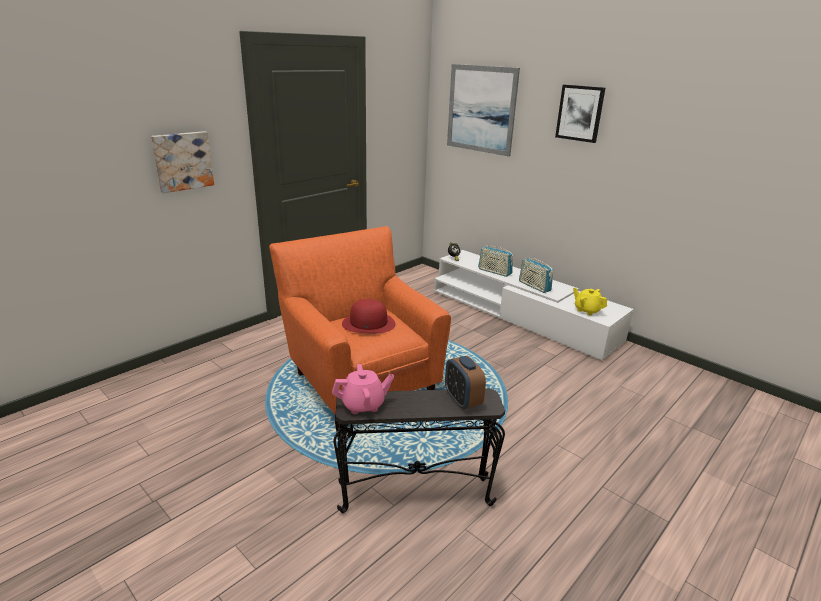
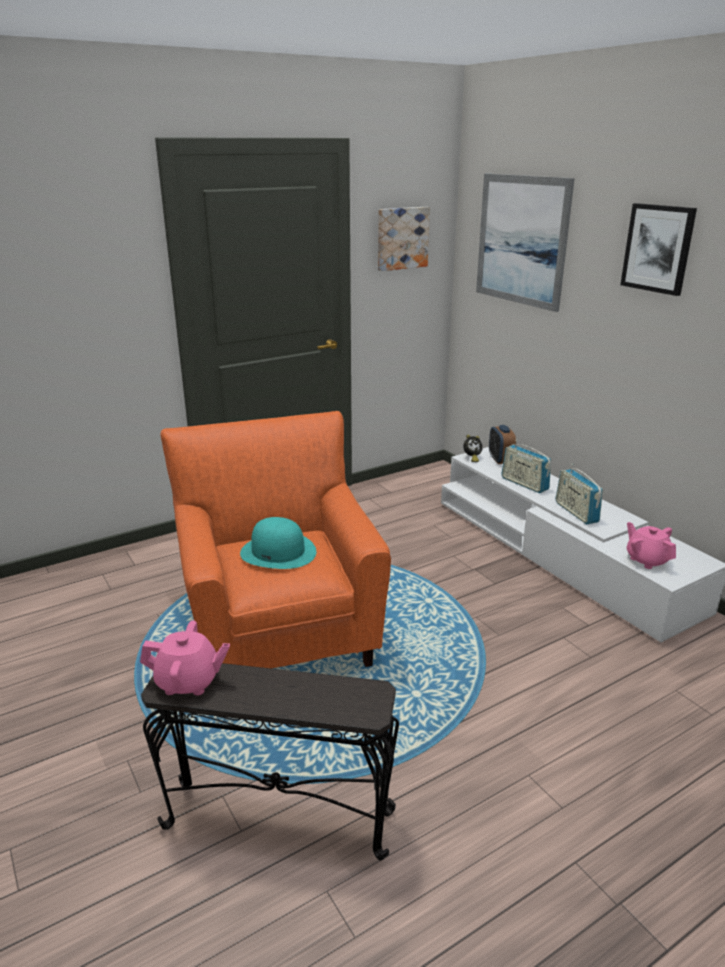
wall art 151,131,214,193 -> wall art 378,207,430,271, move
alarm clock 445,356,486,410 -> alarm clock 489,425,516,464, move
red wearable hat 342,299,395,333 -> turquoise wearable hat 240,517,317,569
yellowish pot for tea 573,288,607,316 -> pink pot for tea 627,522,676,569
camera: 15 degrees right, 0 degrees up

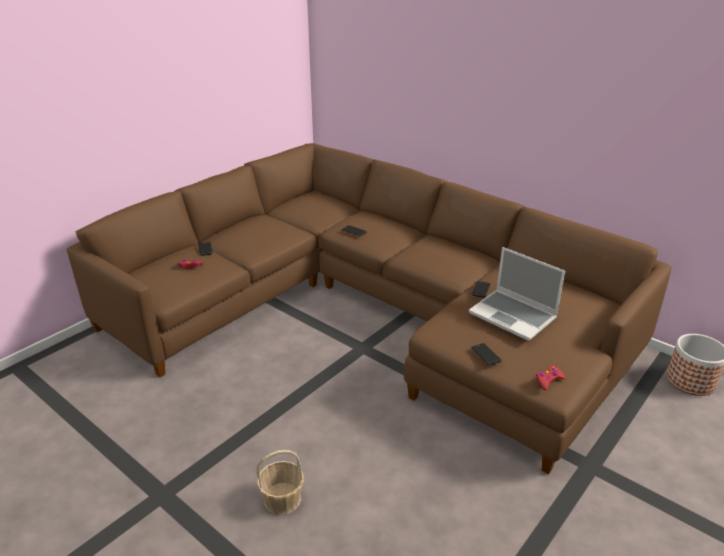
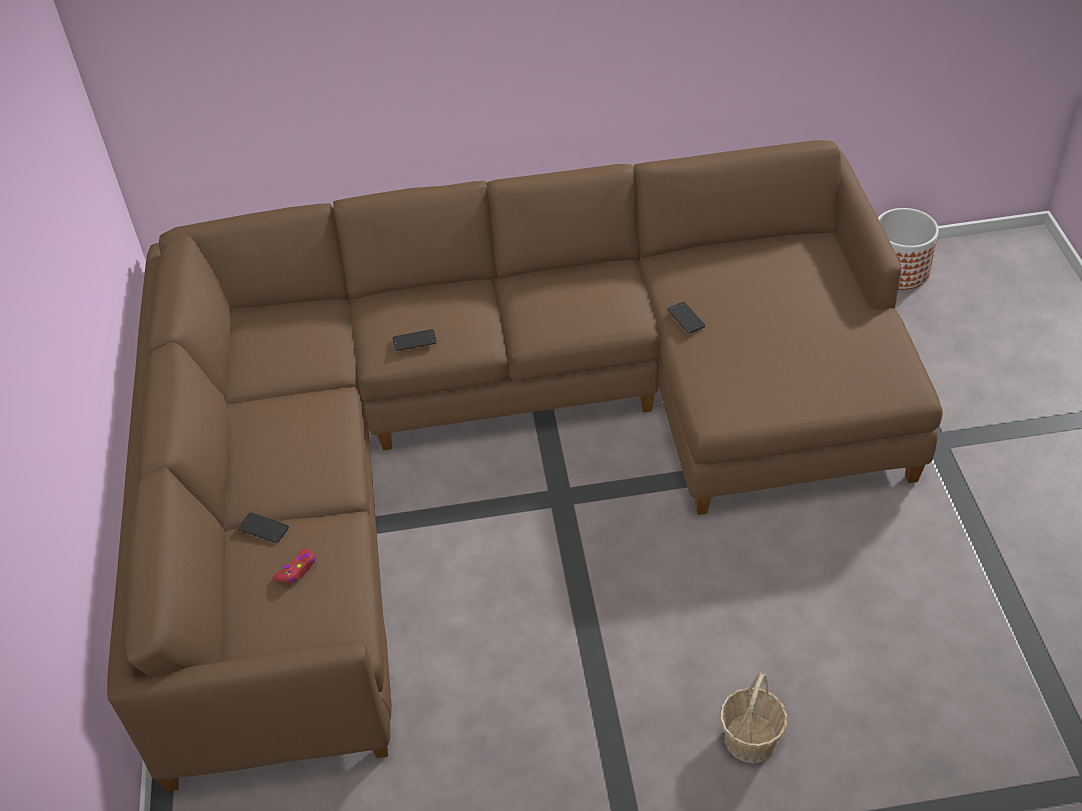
portable computer 469,247,565,341 -> none
telephone 471,343,502,366 -> none
red game controller 536,365,566,390 -> none
camera: 45 degrees left, 15 degrees up

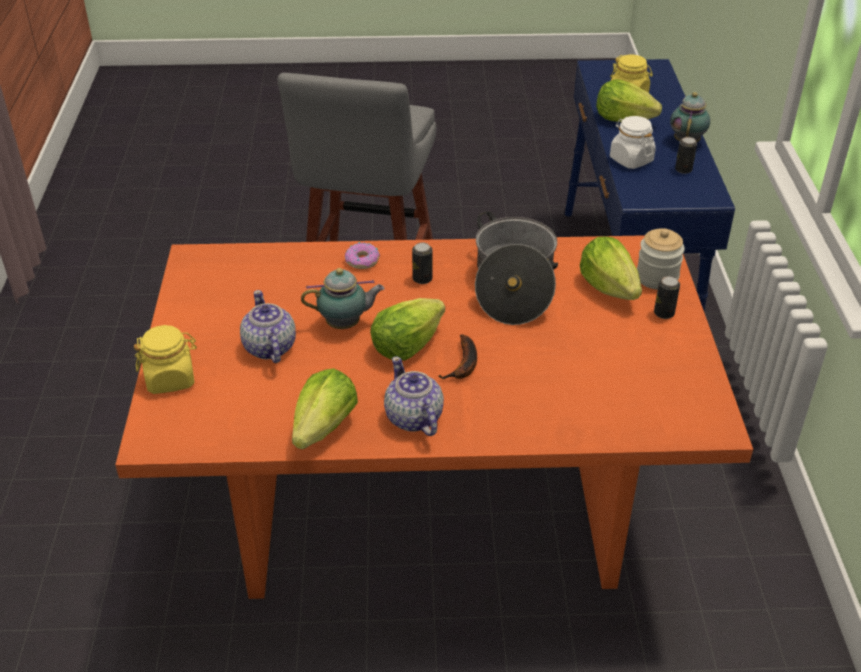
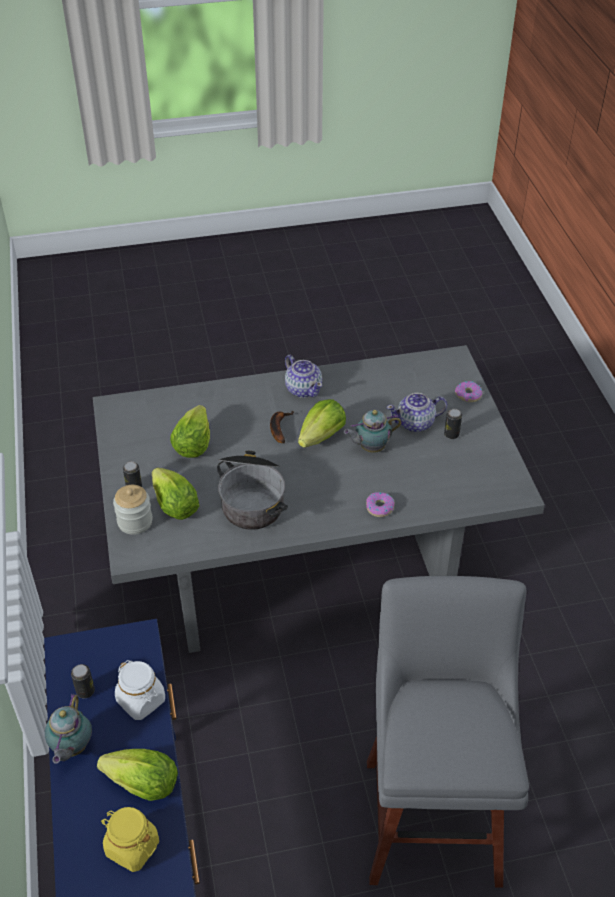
head of lettuce 292,368,358,449 -> head of lettuce 170,405,210,458, move
can 412,242,432,284 -> can 444,409,462,439, move
yellowish storage jar 134,325,197,394 -> doughnut 455,381,482,402
orange dinner table 115,235,753,599 -> greyish dinner table 93,345,545,653
pot for tea 240,290,296,363 -> pot for tea 386,393,447,432, 105 degrees clockwise
camera: 170 degrees right, 5 degrees up

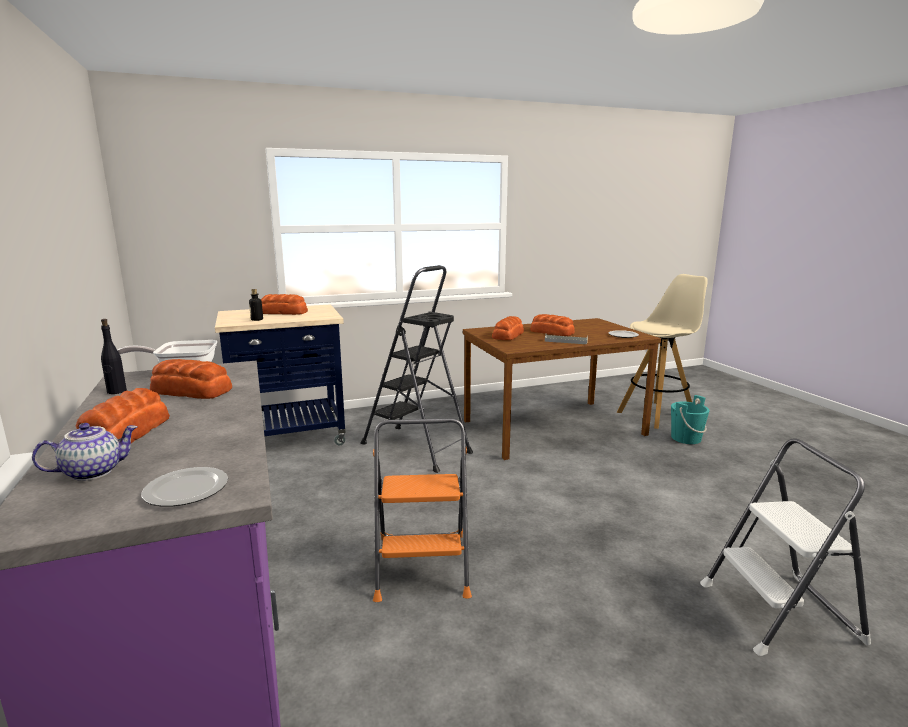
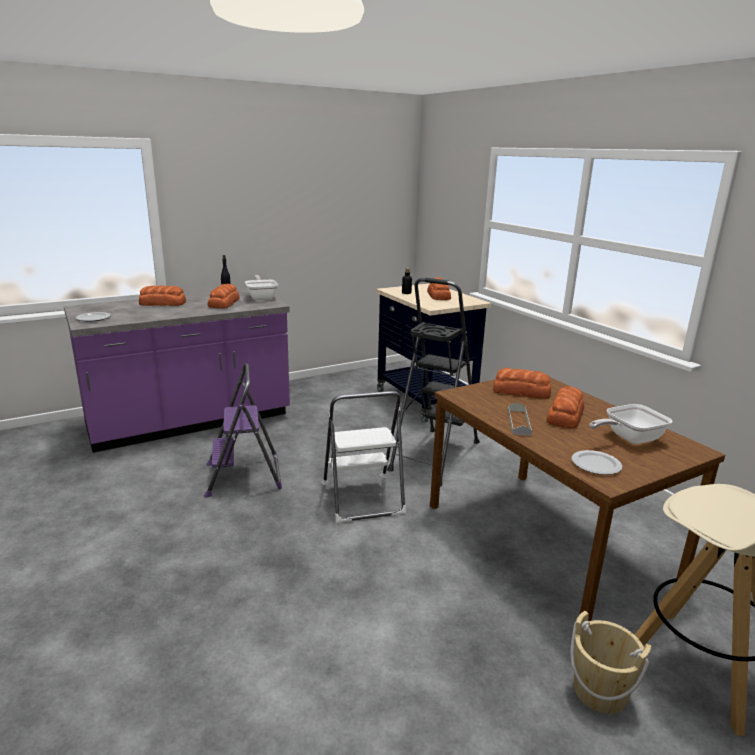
pot for tea 32,423,138,481 -> none
none -> skillet 589,404,672,444
whitish step ladder 700,438,871,656 -> whitish step ladder 321,391,406,523, move
orange step ladder 373,418,472,602 -> purple step ladder 204,363,282,498
turquoise bucket 671,395,710,444 -> sand-coloured bucket 570,611,651,714
camera: 80 degrees right, 5 degrees up

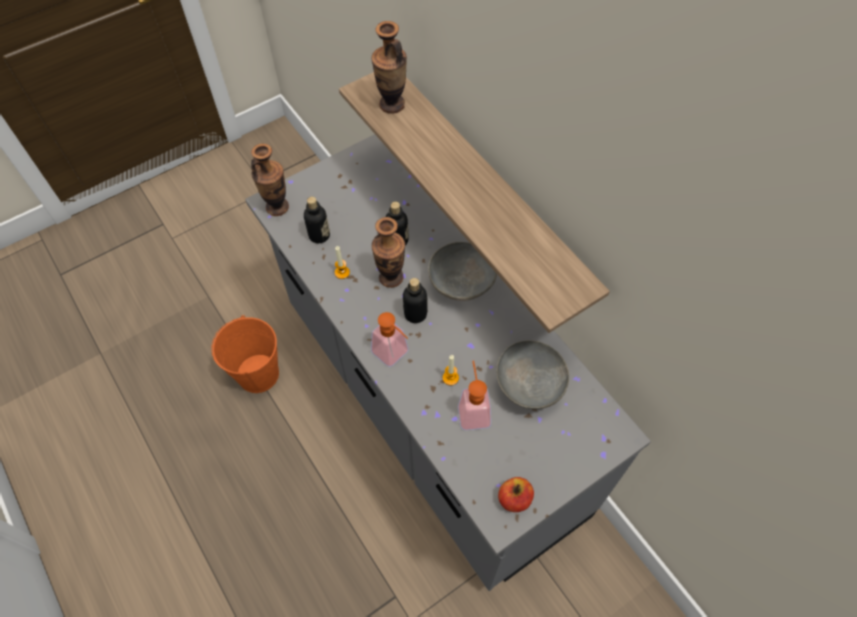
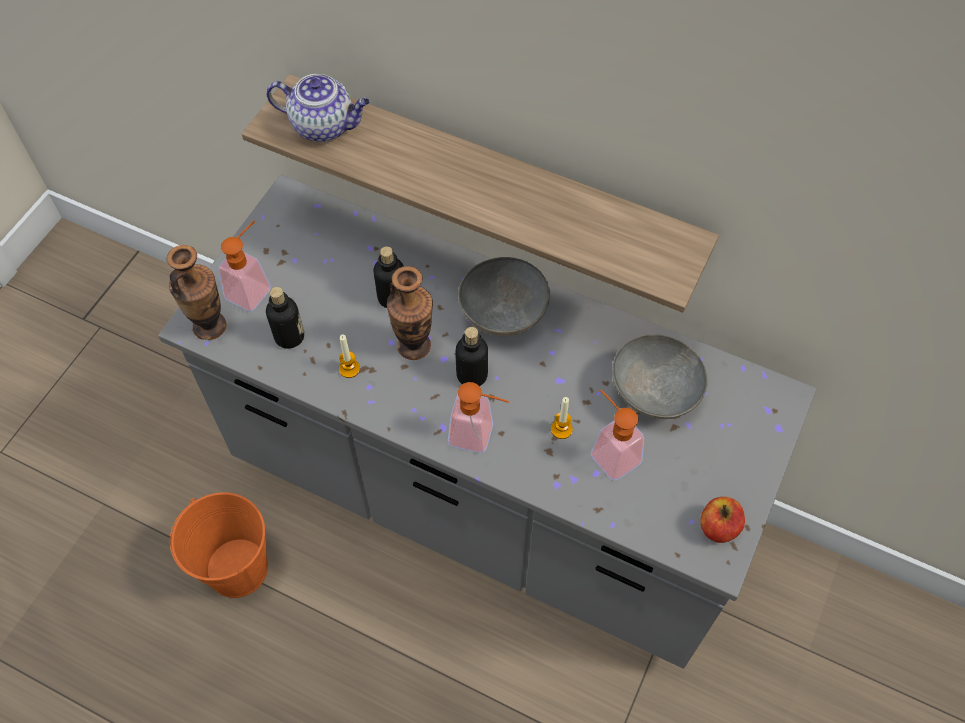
none -> liquid soap bottle 218,221,271,312
flower vase 371,21,407,114 -> pot for tea 266,74,370,142
camera: 30 degrees left, 0 degrees up

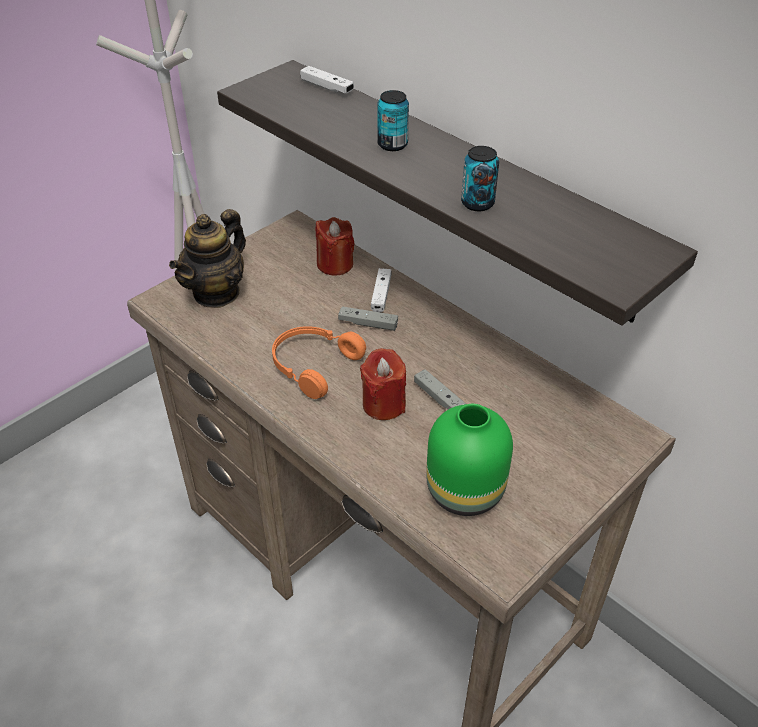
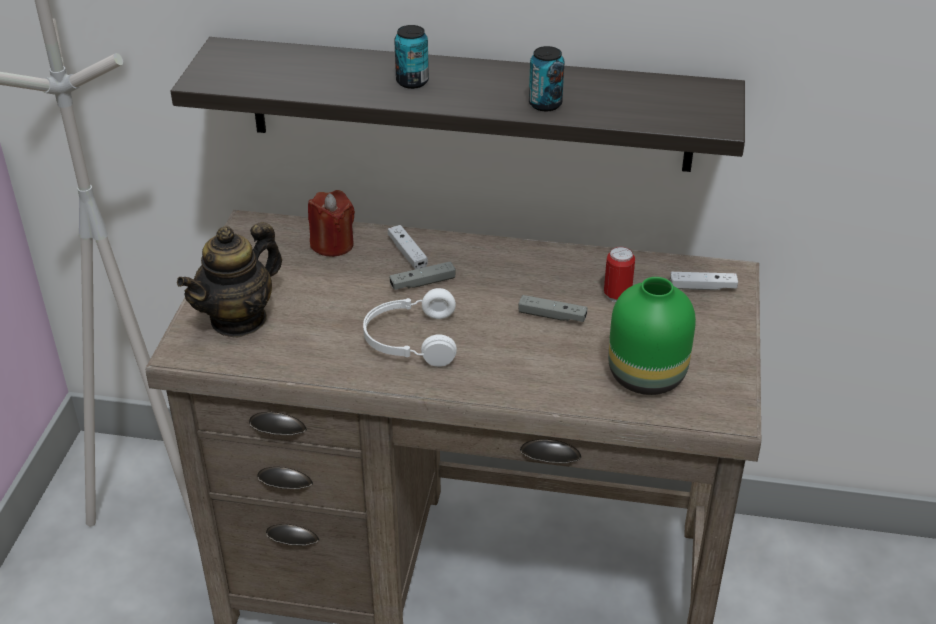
red wax light 360,348,406,420 -> none
none -> can 604,247,635,302
whitish game controller 300,66,354,94 -> whitish game controller 670,272,738,290, move
orange headset 272,326,366,399 -> whitish headset 363,288,457,367
pot for tea 169,209,246,308 -> pot for tea 177,222,282,338, 45 degrees clockwise
camera: 35 degrees left, 5 degrees down

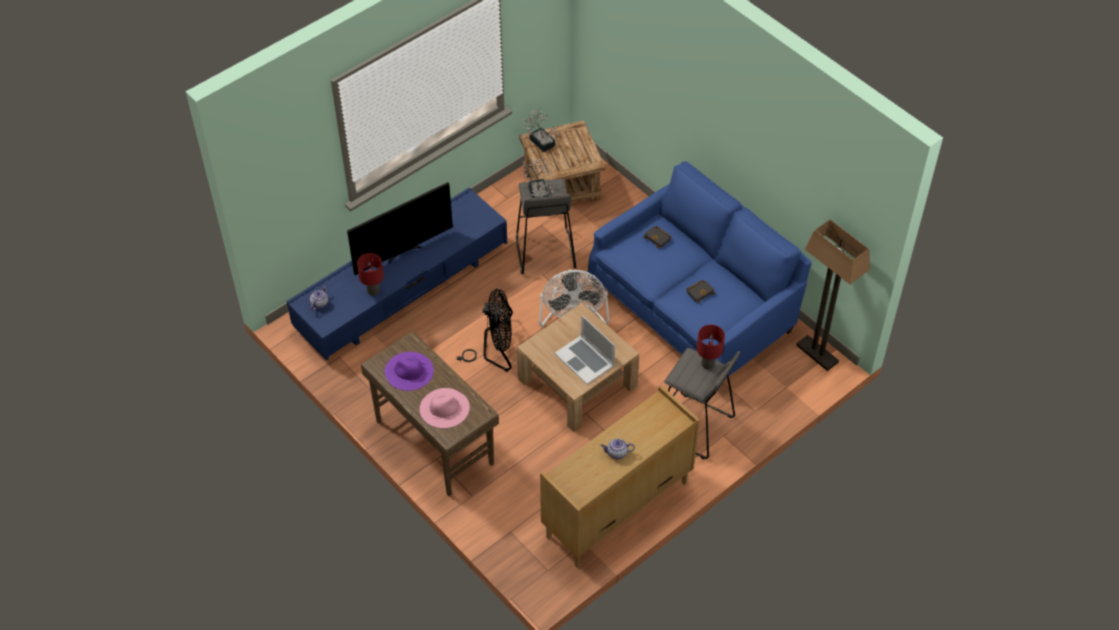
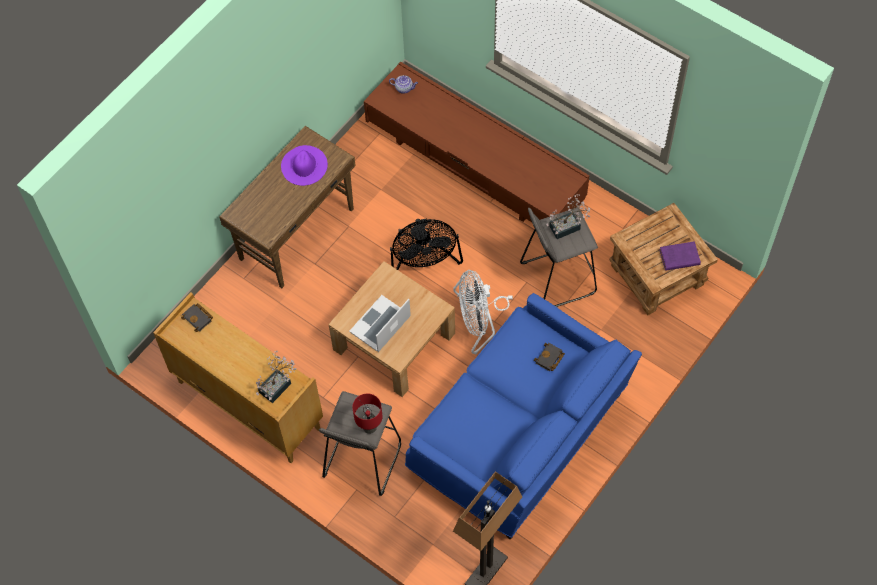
TV 347,182,453,275 -> none
red table lamp 357,253,384,296 -> none
pink wearable hat 420,388,470,428 -> none
pot for tea 601,439,635,460 -> none
none -> purple volume 659,241,701,271
potted plant 522,108,559,152 -> potted plant 256,351,296,403, move
blackish volume 686,280,715,303 -> blackish volume 181,303,213,332, move
blue tv stand 287,187,507,361 -> brown-coloured tv stand 364,61,590,222
camera: 80 degrees right, 10 degrees up

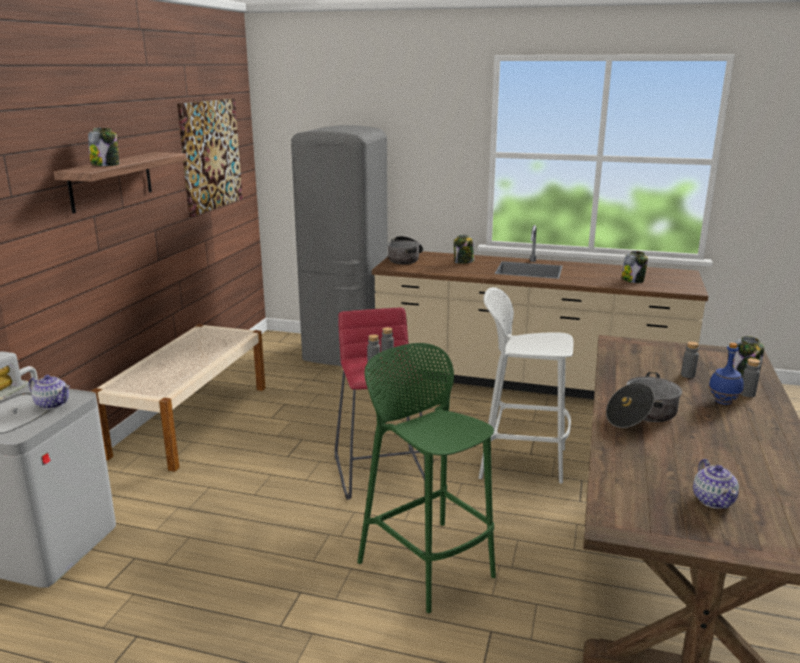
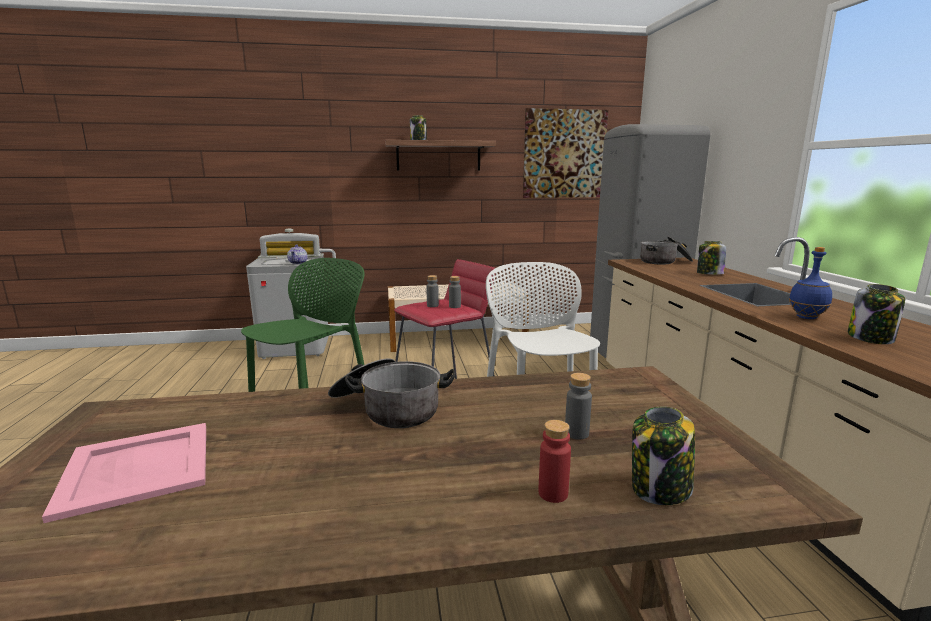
blue beverage bottle 709,343,744,405 -> blue beverage bottle 789,247,832,319, move
pot for tea 693,459,739,509 -> pink tray 42,423,206,523
greyish beverage bottle 741,358,760,397 -> red beverage bottle 538,420,571,503
camera: 65 degrees right, 5 degrees down

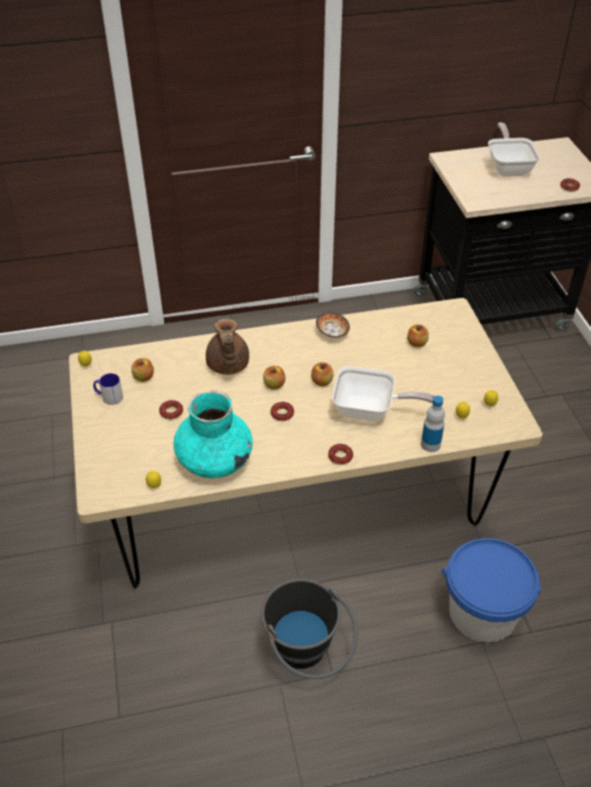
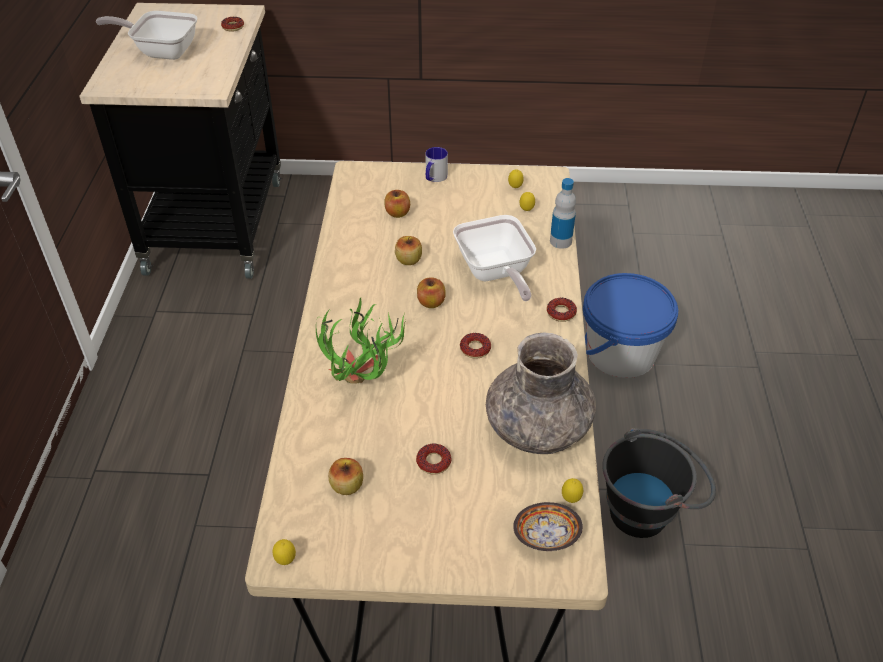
tea mug 93,373,123,405 -> tea mug 425,147,448,182, move
apple fruit 263,366,285,390 -> apple fruit 395,236,422,265, move
serving bowl 316,312,350,338 -> serving bowl 513,502,583,551, move
brown-coloured pot for tea 206,319,249,375 -> potted plant 316,297,406,384
turquoise flower vase 174,390,253,478 -> greyish flower vase 486,333,596,454
skillet 332,366,435,421 -> skillet 453,215,536,301, 135 degrees clockwise
camera: 75 degrees left, 0 degrees up

